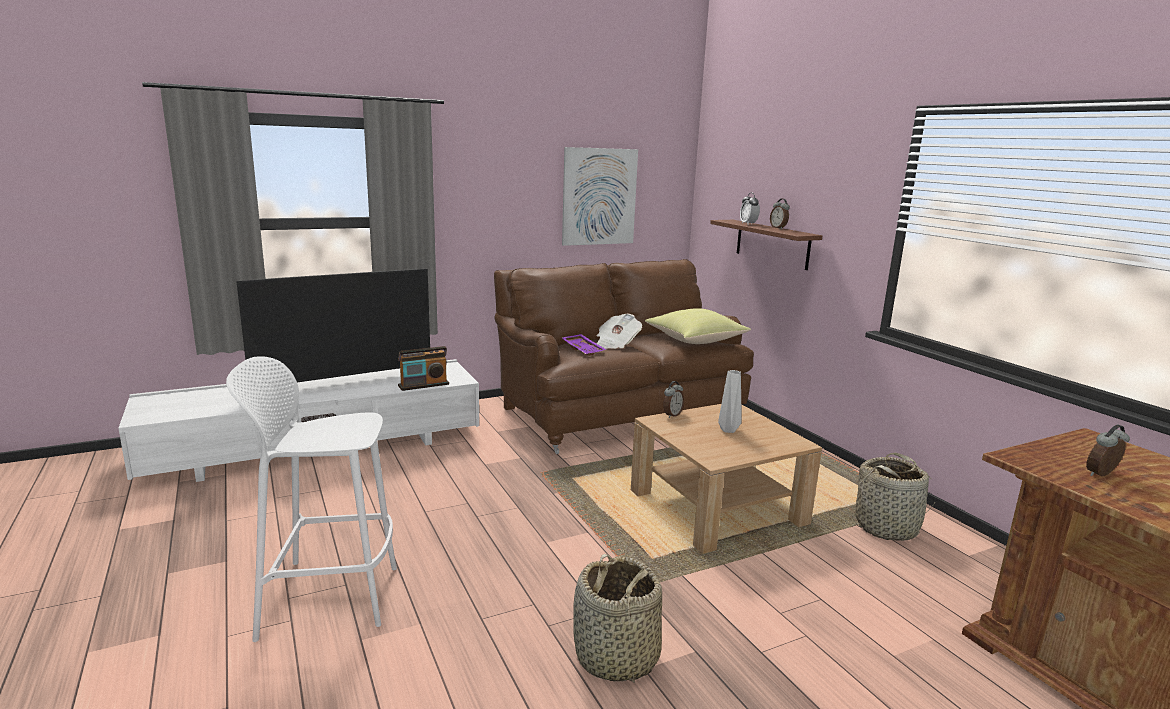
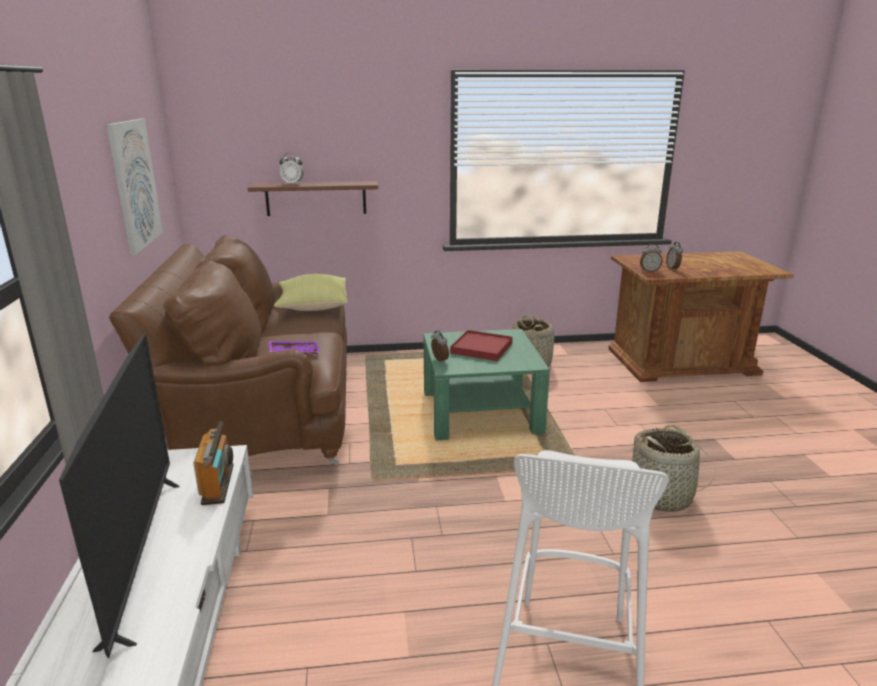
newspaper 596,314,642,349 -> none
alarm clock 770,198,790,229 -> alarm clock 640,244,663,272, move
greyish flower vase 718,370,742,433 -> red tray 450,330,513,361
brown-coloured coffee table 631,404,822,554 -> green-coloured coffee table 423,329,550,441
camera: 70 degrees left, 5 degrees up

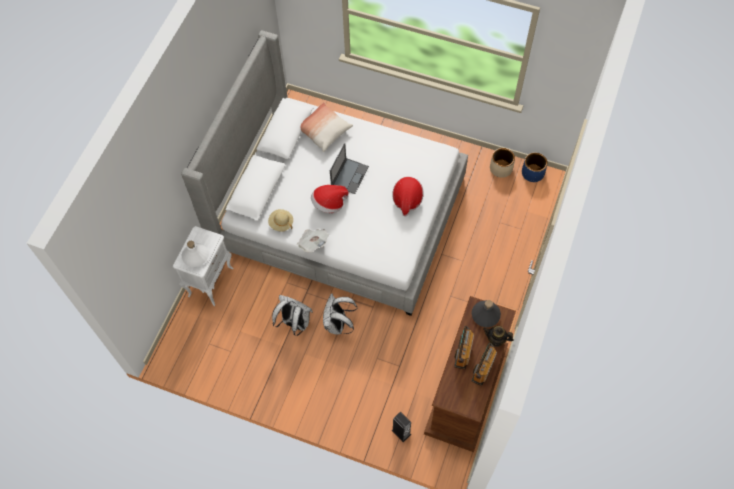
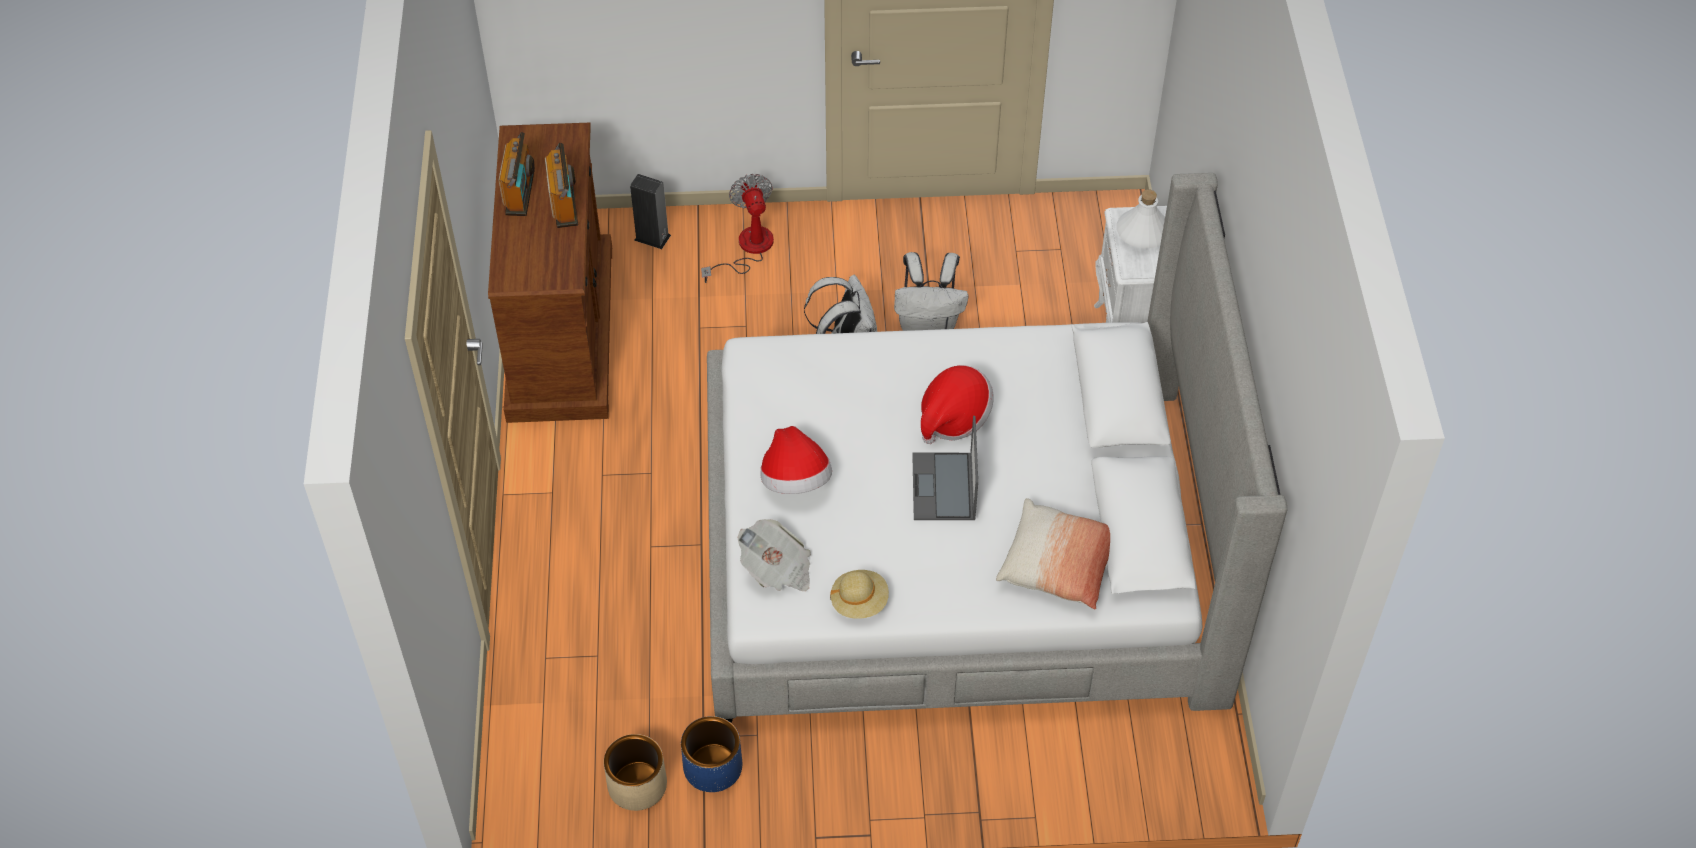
greyish beverage bottle 472,300,501,327 -> none
pot for tea 483,326,514,347 -> none
none -> cooling fan 701,174,774,283
sand-coloured wearable hat 268,209,293,232 -> sand-coloured wearable hat 830,570,889,619, move
newspaper 297,229,329,252 -> newspaper 738,519,811,591, move
blue flower pot 522,152,548,182 -> blue flower pot 681,716,742,792, move
camera: 155 degrees right, 10 degrees down

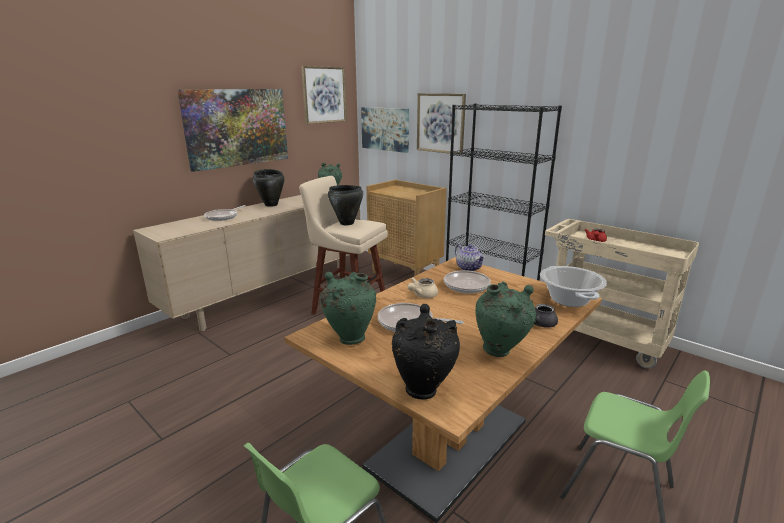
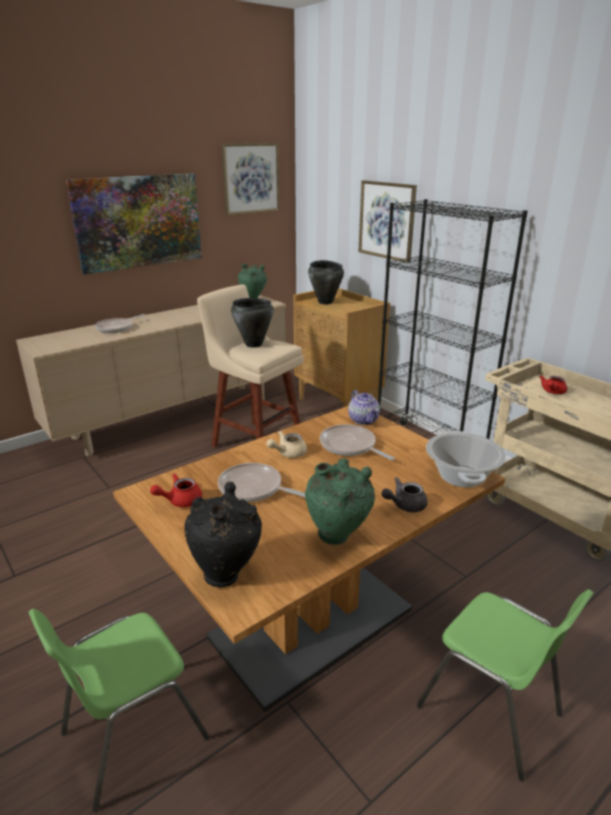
wall art 361,107,409,153 -> none
blackish saucepot 252,169,285,207 -> blackish saucepot 308,260,344,304, move
green-coloured flower vase 320,272,376,345 -> red pot for tea 150,473,202,507
camera: 10 degrees right, 5 degrees up

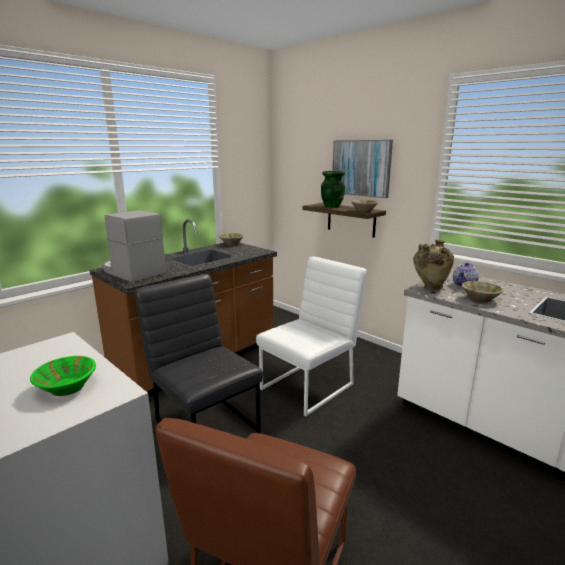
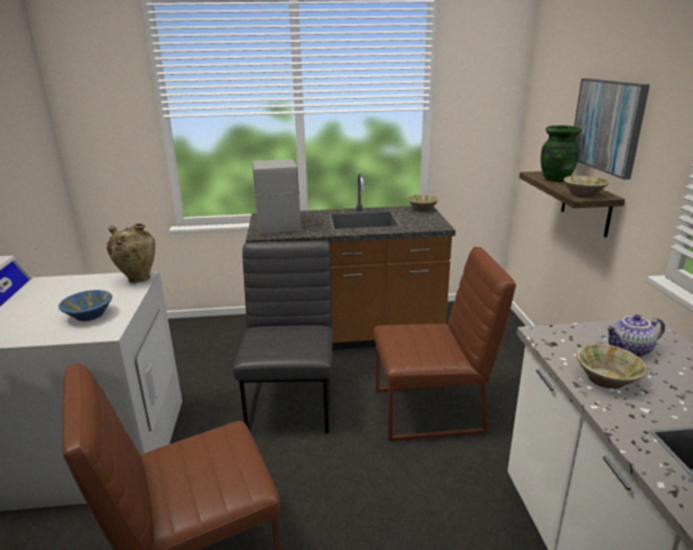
sand-coloured flower vase 413,240,454,290 -> sand-coloured flower vase 107,223,155,283, move
green-coloured serving bowl 30,356,96,396 -> blue serving bowl 59,290,112,321
whitish plain chair 256,256,367,416 -> brown-coloured plain chair 374,247,516,441
camera: 40 degrees right, 5 degrees up

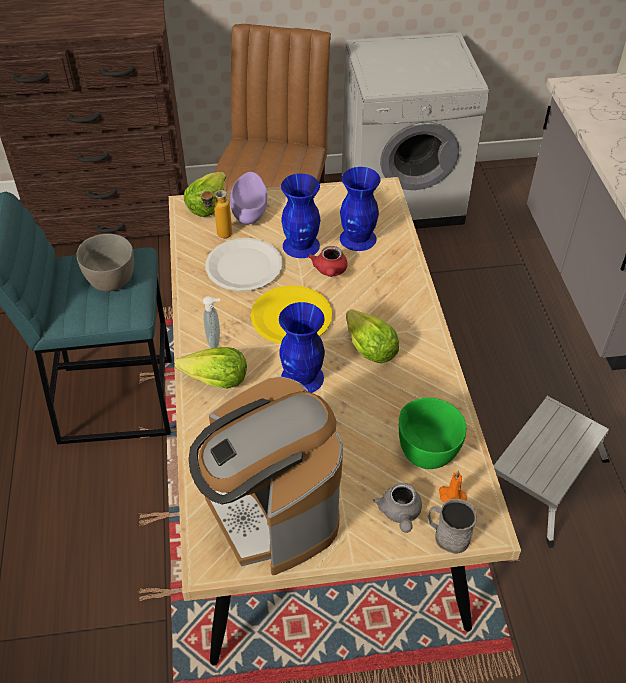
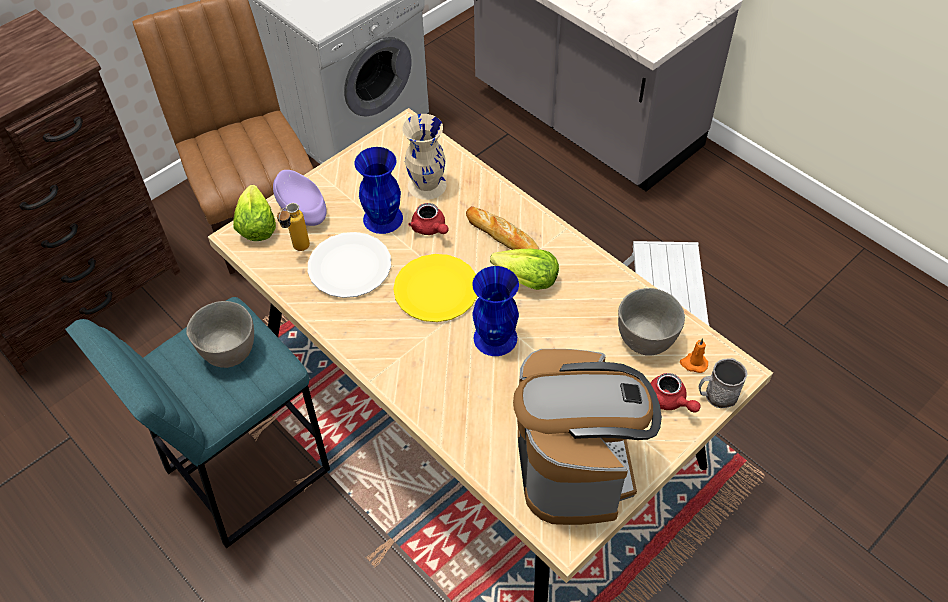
head of lettuce 175,347,247,388 -> none
liquid soap bottle 203,296,220,348 -> none
none -> bread 466,206,539,250
blue flower vase 340,167,381,251 -> sand-coloured flower vase 402,114,446,200
greyish pot for tea 373,483,422,533 -> red pot for tea 650,373,701,413
green-coloured serving bowl 399,398,466,469 -> greyish serving bowl 618,288,685,356
coffee brewer 189,376,343,575 -> coffee brewer 513,349,662,525, 120 degrees counterclockwise
camera: 35 degrees left, 5 degrees up

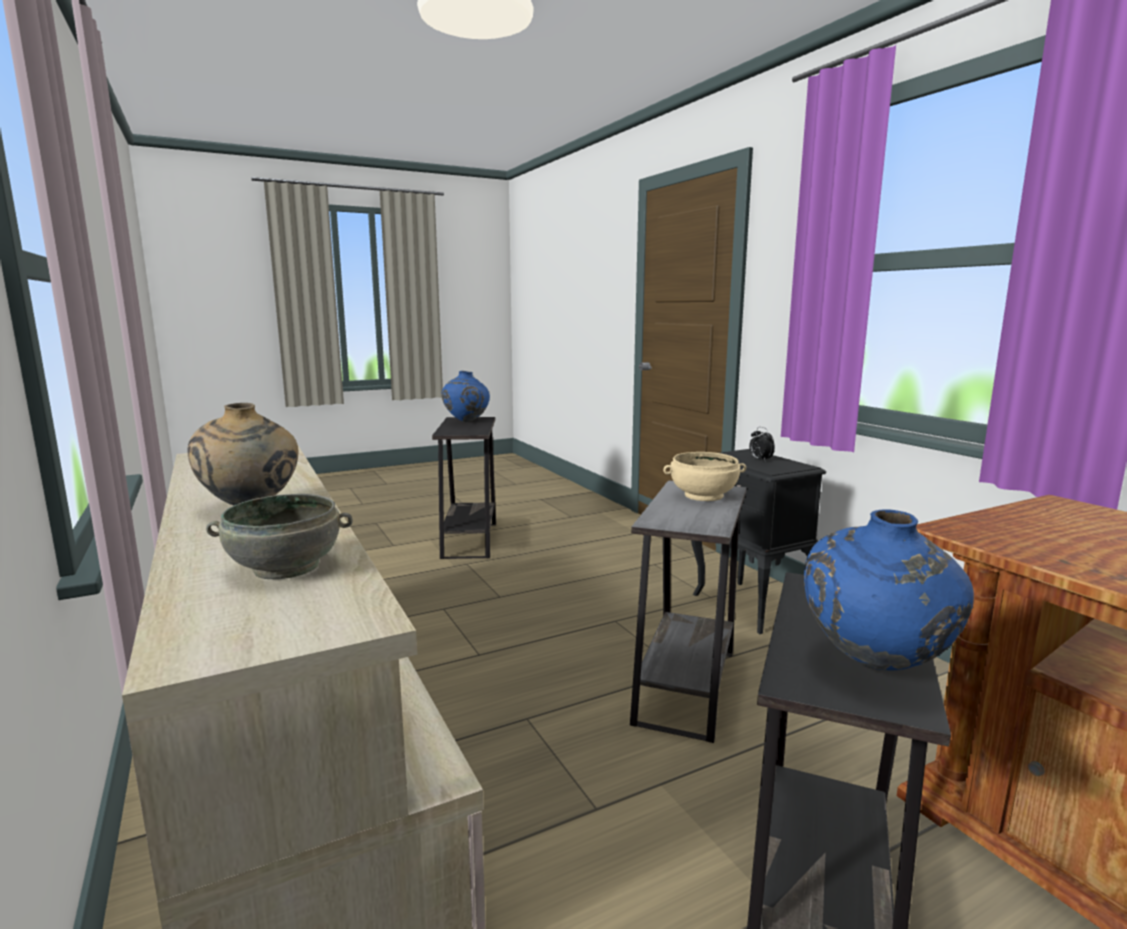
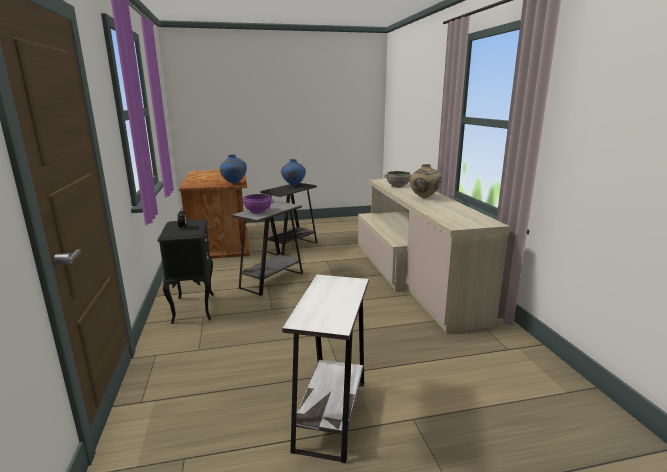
blue flower vase 441,371,490,422 -> blue flower vase 220,154,247,183, move
blackish end table 432,417,496,559 -> whitish end table 282,275,369,463
sand-coloured serving bowl 663,452,746,501 -> purple serving bowl 241,194,274,214
camera: 165 degrees left, 5 degrees up

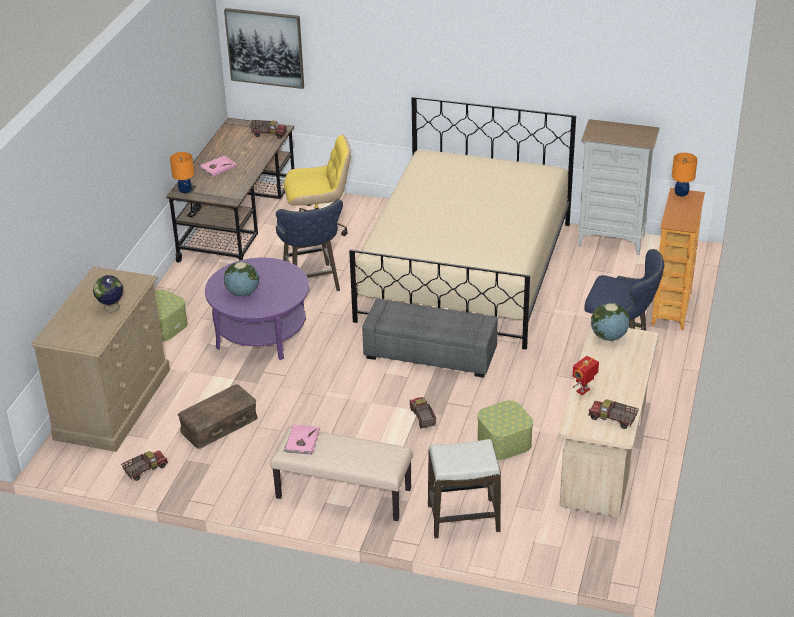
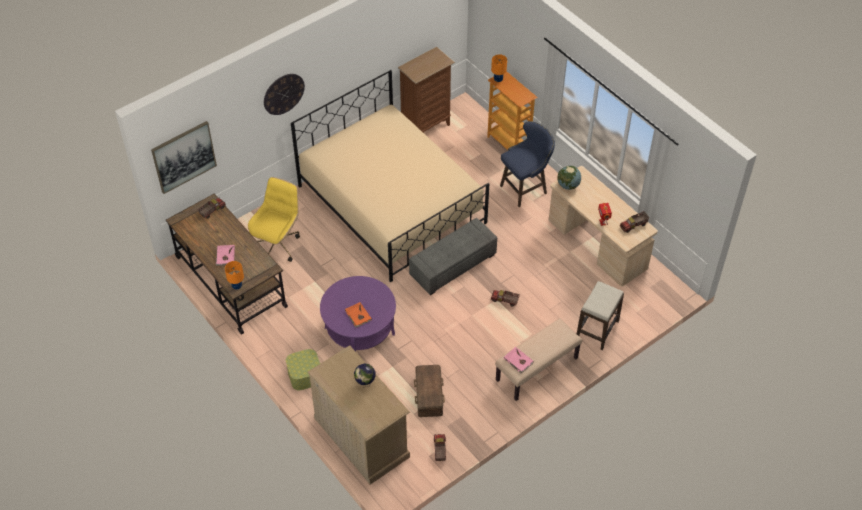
blue stool 276,199,343,291 -> none
storage container 477,400,533,460 -> none
none -> clock on the wall 264,74,305,115
world globe 224,262,259,297 -> orange volume 345,302,372,328
whitish drawer chest 577,119,660,255 -> brown-coloured drawer chest 398,47,455,133
camera: 55 degrees left, 15 degrees up

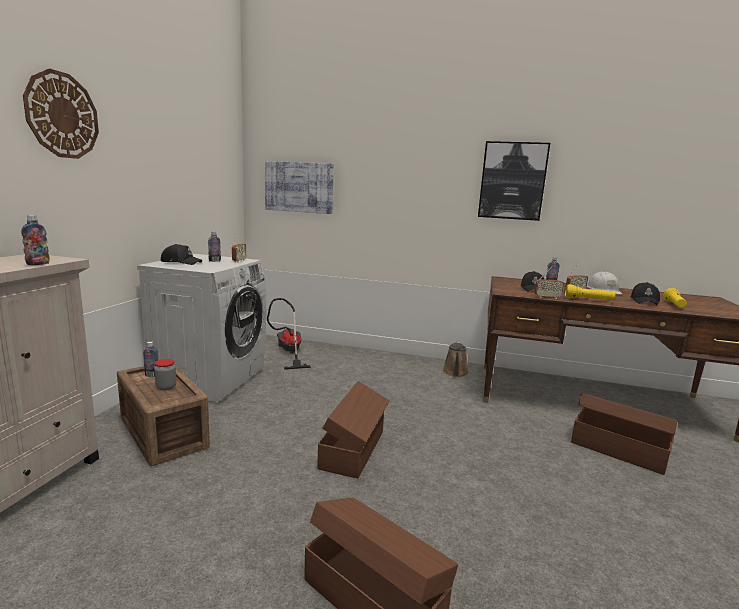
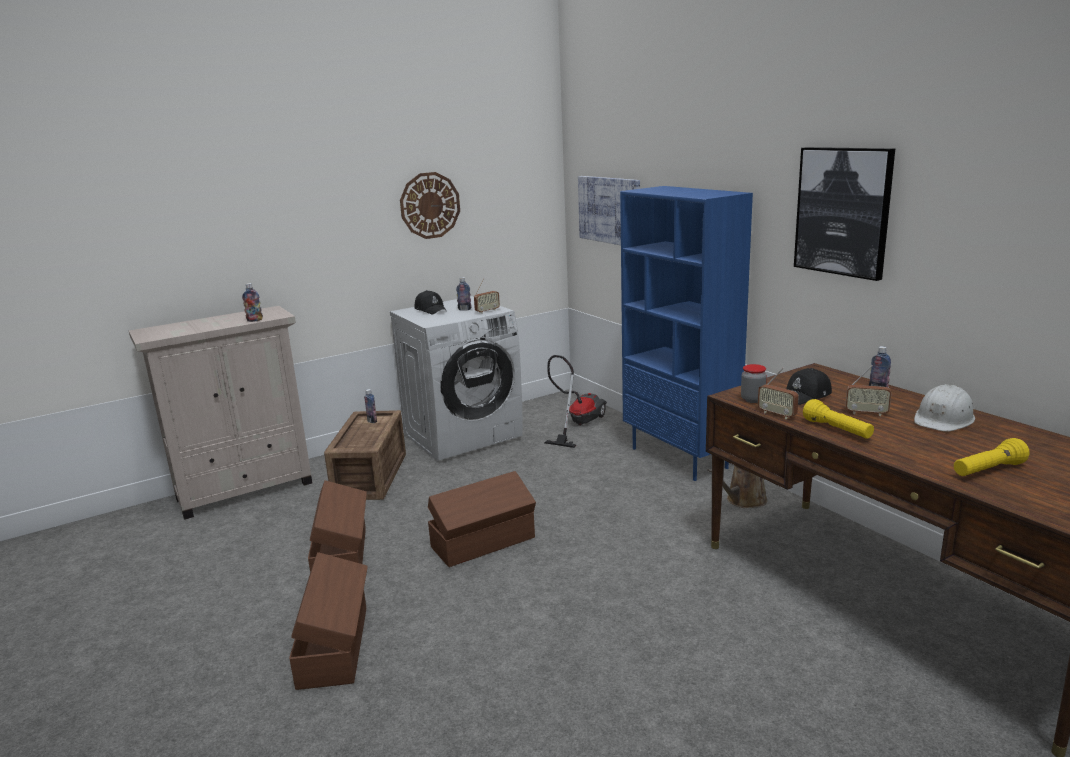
blackish baseball cap 631,282,660,305 -> none
none -> blue bookshelf 620,186,753,481
clock on the wall 23,68,99,159 -> clock on the wall 400,172,460,239, move
storage jar 154,359,176,391 -> storage jar 741,364,767,403, move
brown-coloured storage container 571,393,677,475 -> brown-coloured storage container 308,480,367,572, move
camera: 45 degrees right, 5 degrees up

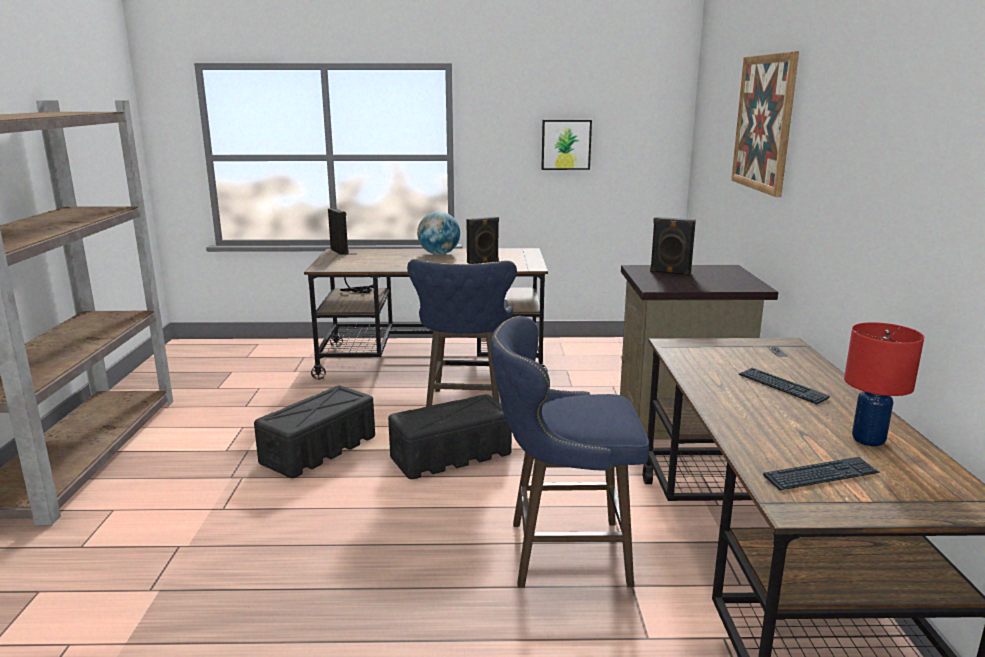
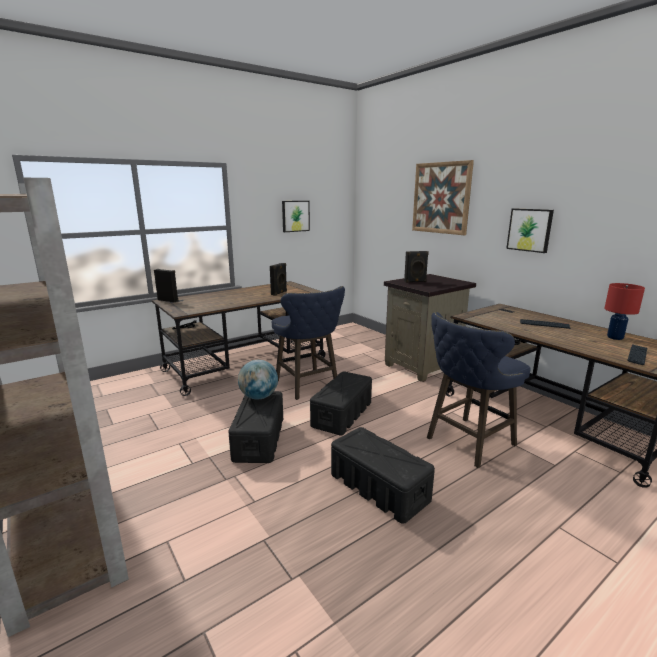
none -> blackish storage container 331,427,435,524
none -> wall art 506,208,554,253
world globe 417,212,460,255 -> world globe 238,360,278,400, move
camera: 35 degrees left, 0 degrees up

